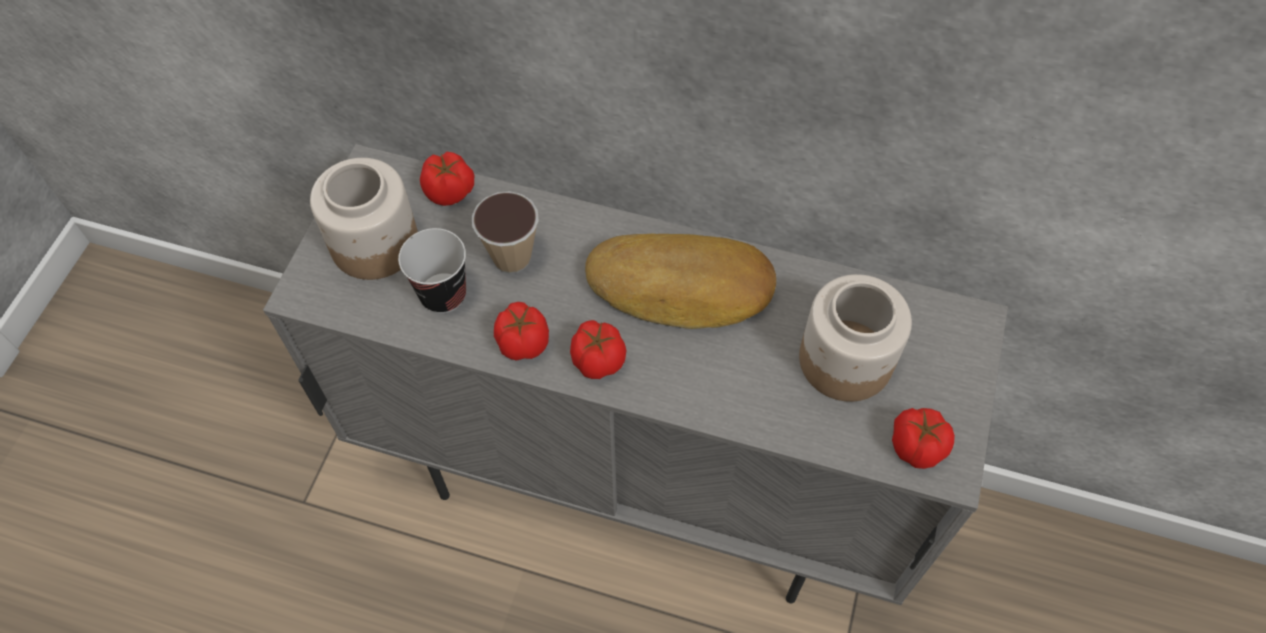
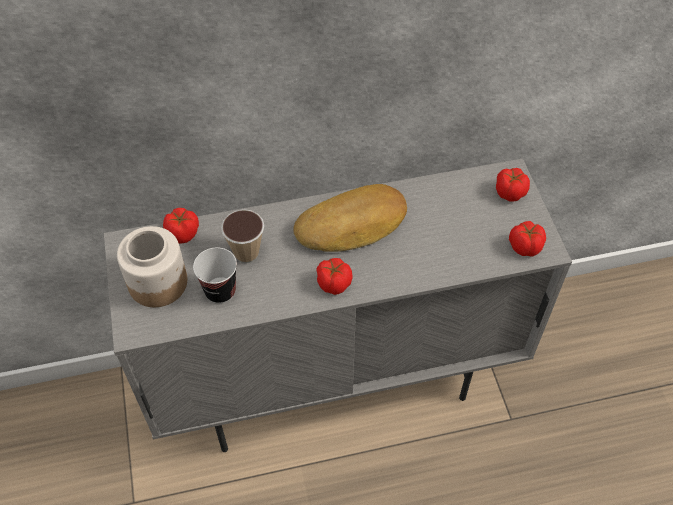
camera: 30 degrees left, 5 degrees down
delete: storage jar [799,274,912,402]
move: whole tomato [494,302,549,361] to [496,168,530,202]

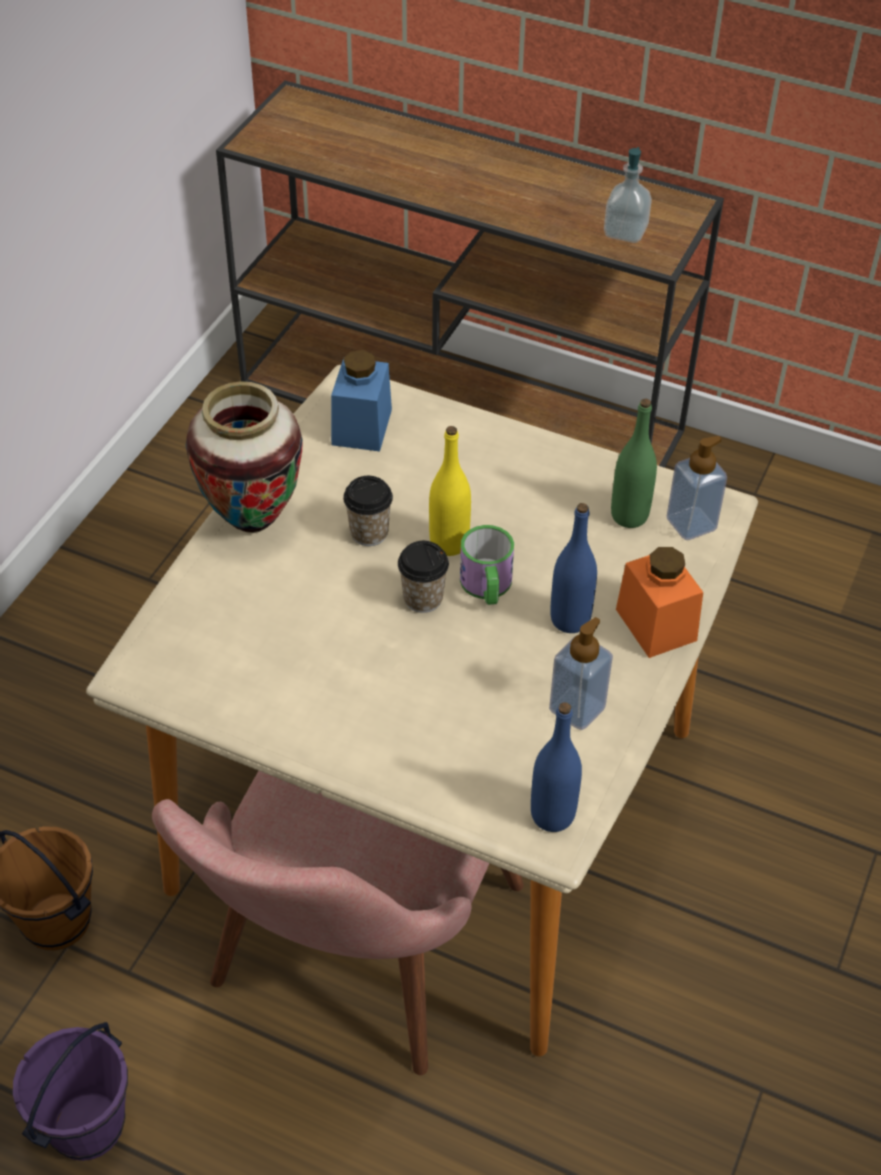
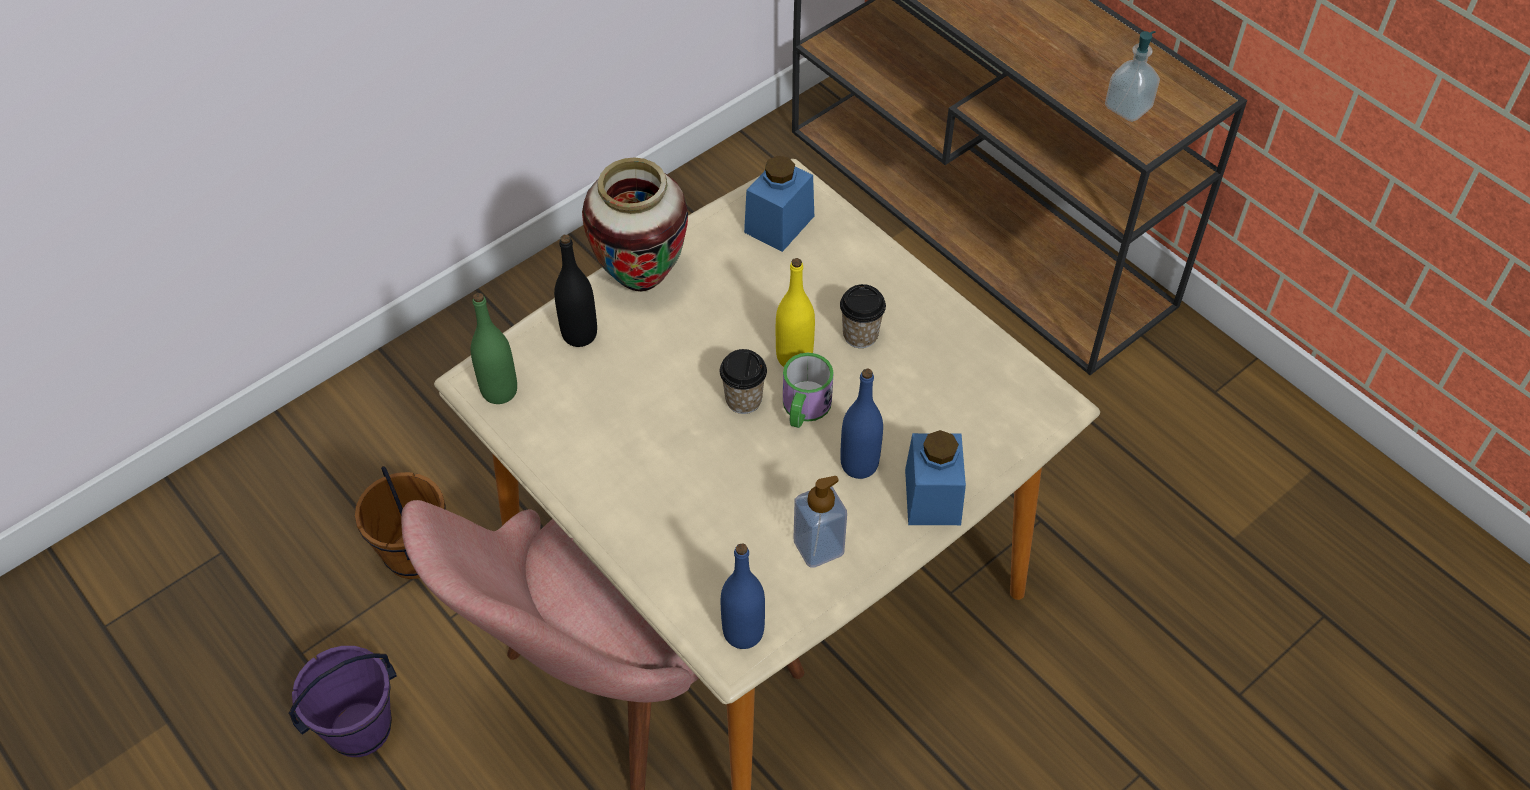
camera: 25 degrees right, 5 degrees up
delete: liquid soap bottle [667,436,727,540]
insert: black-coloured beverage bottle [554,235,597,347]
move: greenish beverage bottle [611,399,657,528] to [471,293,517,404]; cup [343,476,393,546] to [840,284,886,348]
recolor: orangey storage jar [616,547,703,658] to bluish storage jar [905,430,966,525]

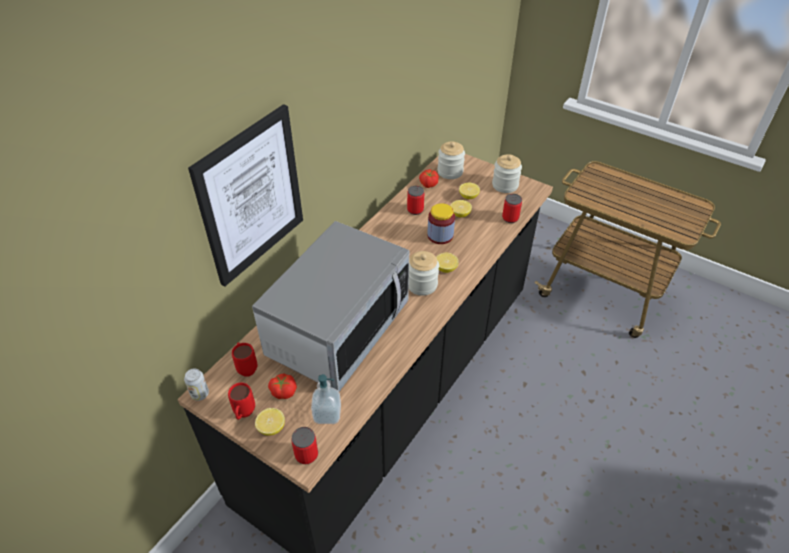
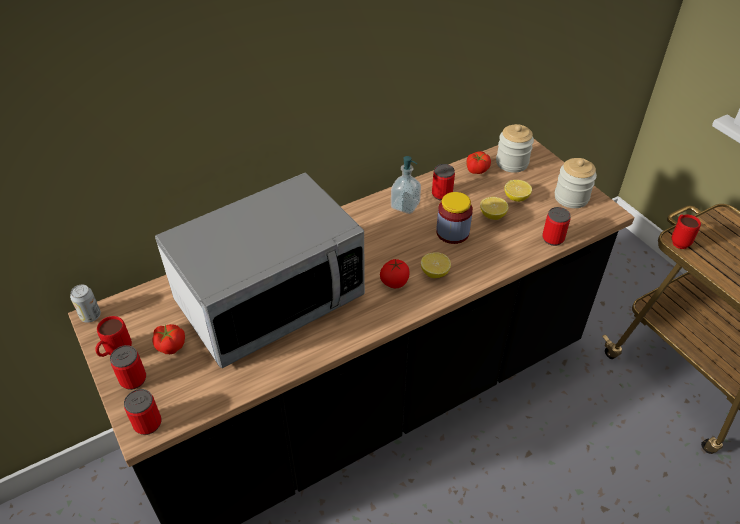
camera: 25 degrees right, 0 degrees up
delete: wall art [188,104,303,287]
move: liquid soap bottle [311,374,341,424] to [391,156,421,214]; reddish mug [232,342,257,377] to [672,214,701,249]
replace: citrus fruit [255,408,285,436] to can [110,345,146,390]; storage jar [409,251,439,296] to whole tomato [380,259,409,288]

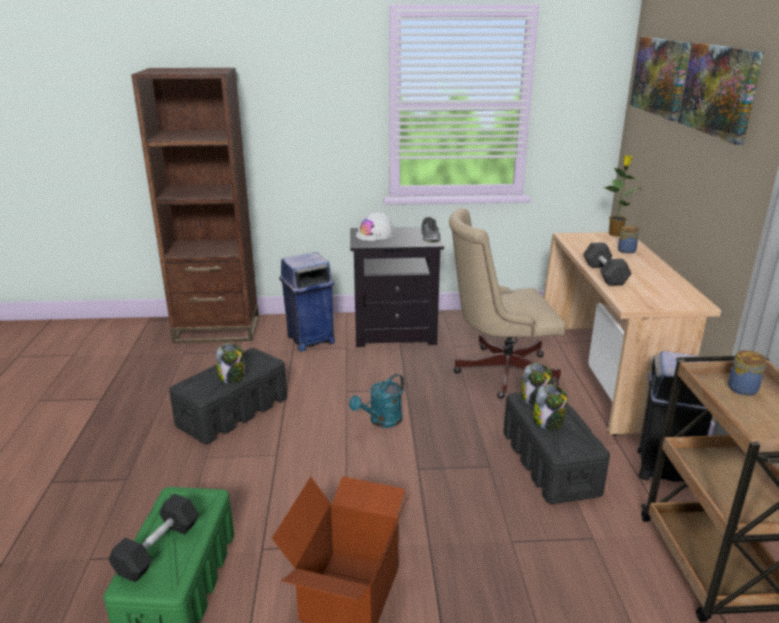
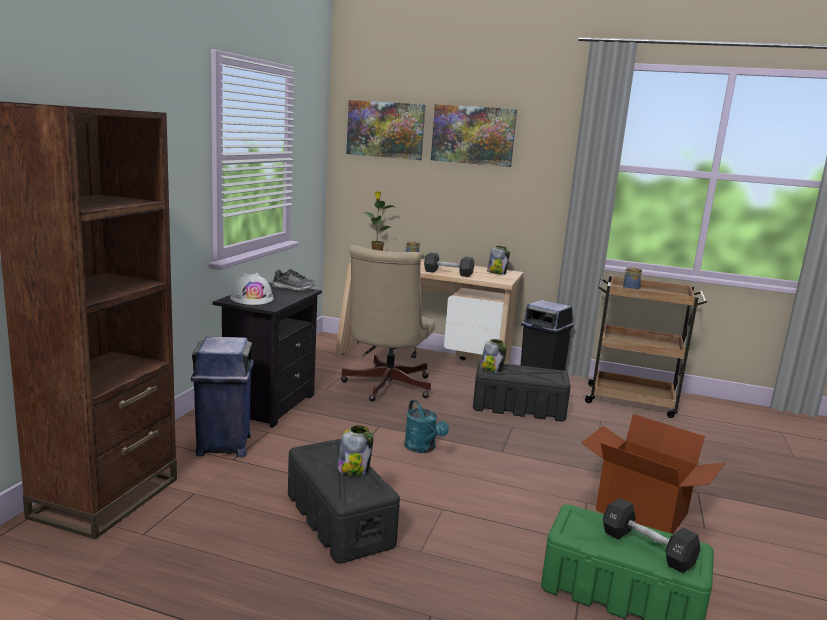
camera: 70 degrees left, 10 degrees down
move: storage jar [533,384,568,430] to [487,246,510,275]

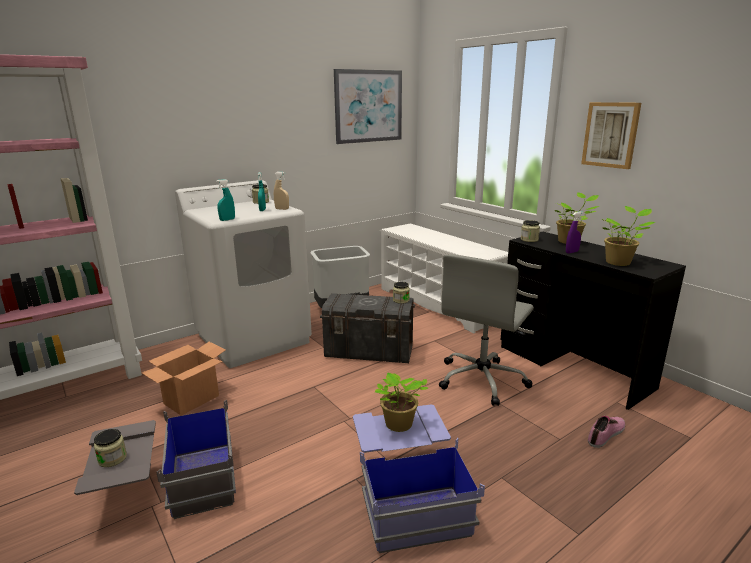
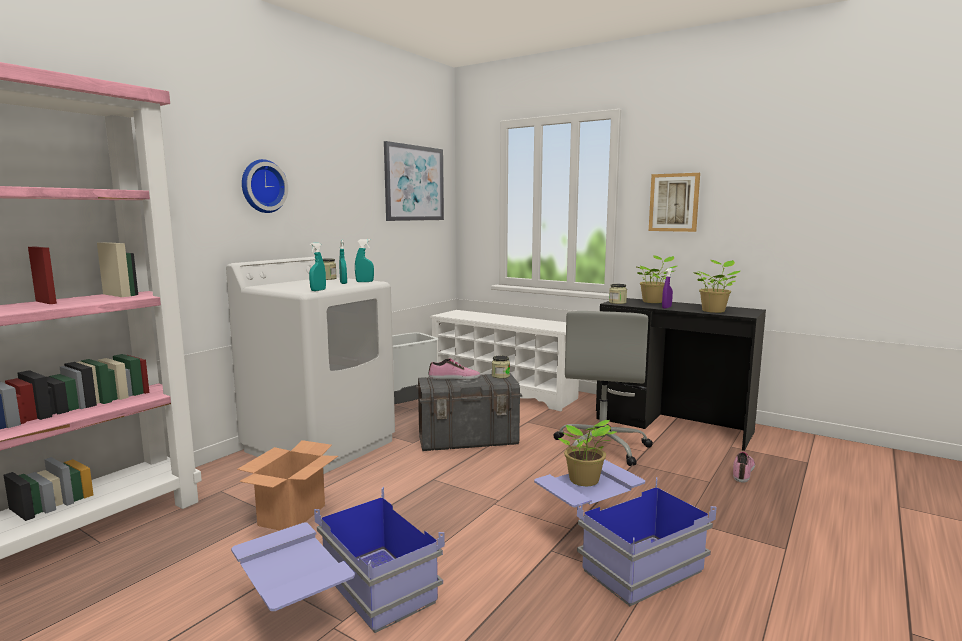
camera: 20 degrees left, 10 degrees down
delete: storage jar [94,429,127,467]
insert: wall clock [242,159,288,213]; shoe [428,359,480,380]
recolor: greyish storage bin [74,400,236,519] to bluish storage bin [231,487,445,633]; beige-coloured spray bottle [274,172,289,210] to turquoise-coloured spray bottle [355,239,374,282]

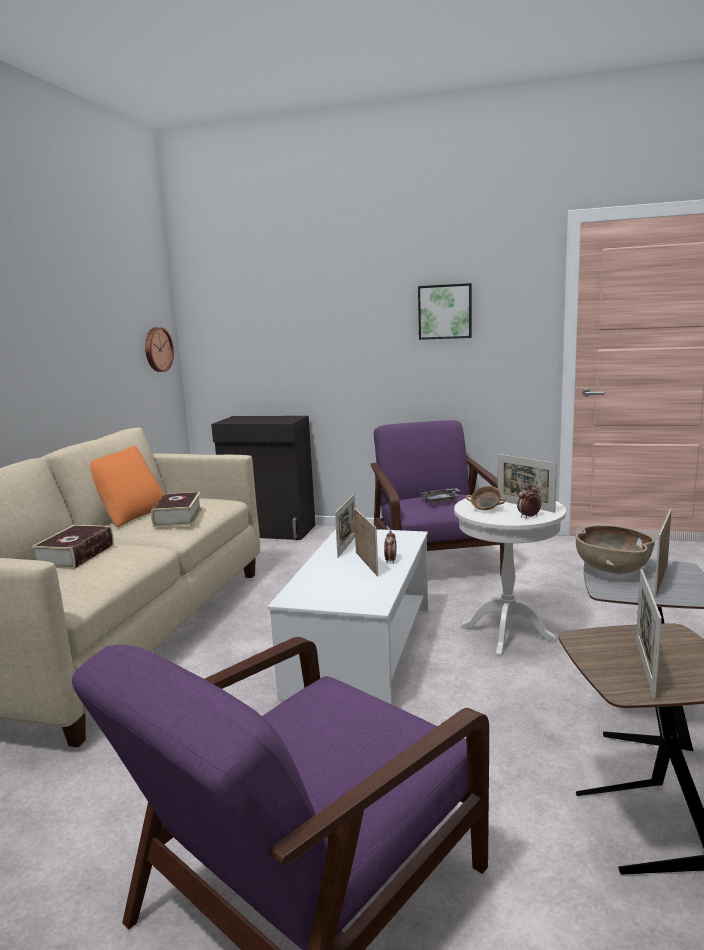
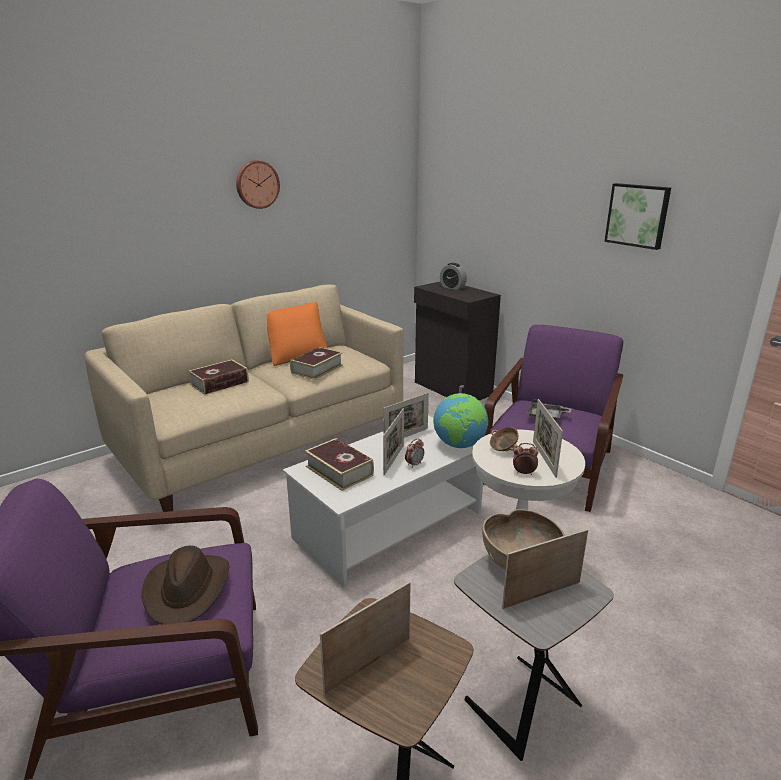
camera: 35 degrees right, 10 degrees up
insert: brownish clothing hat [141,546,230,625]; volume [305,438,374,491]; world globe [433,393,488,448]; table clock [440,263,467,290]
move: wall clock [145,327,174,372] to [236,161,280,209]

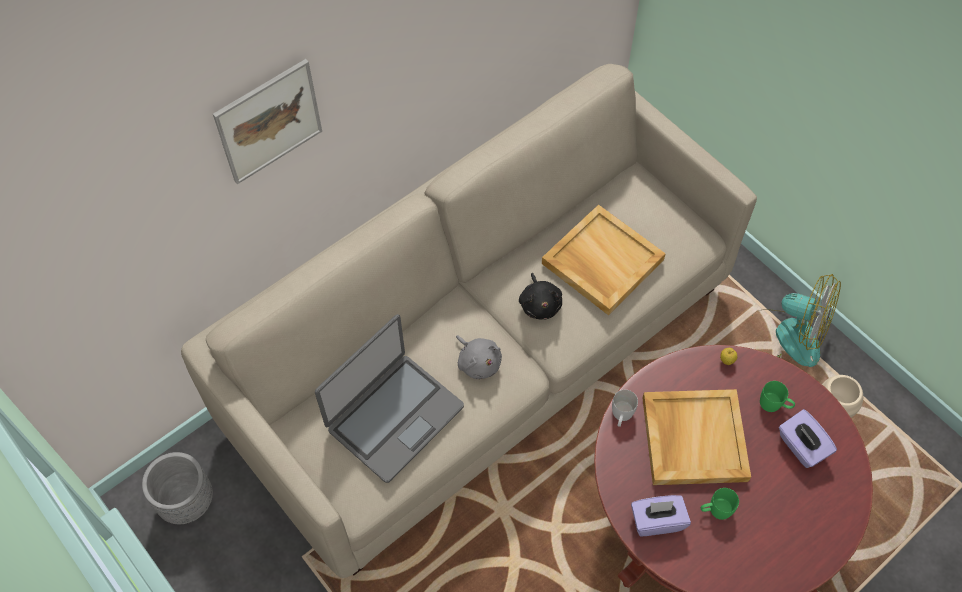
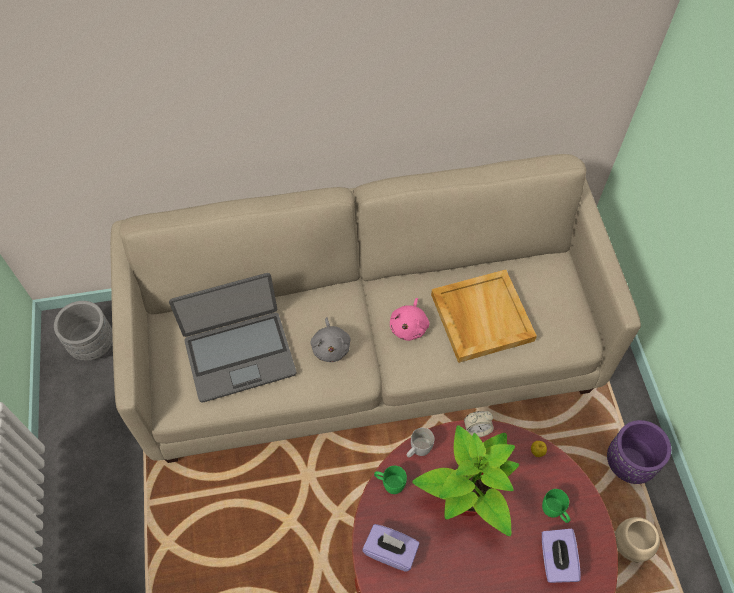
camera: 30 degrees right, 0 degrees up
delete: wall art [213,59,322,184]
insert: table clock [464,411,494,437]
move: greenish mug [701,488,739,520] to [374,466,407,494]
replace: beige-coloured serving tray [642,389,751,485] to houseplant [412,425,519,536]; electric fan [753,274,841,367] to purple-coloured plant pot [607,420,671,484]
recolor: black-coloured cuddly toy [519,273,562,320] to pink-coloured cuddly toy [390,298,429,341]

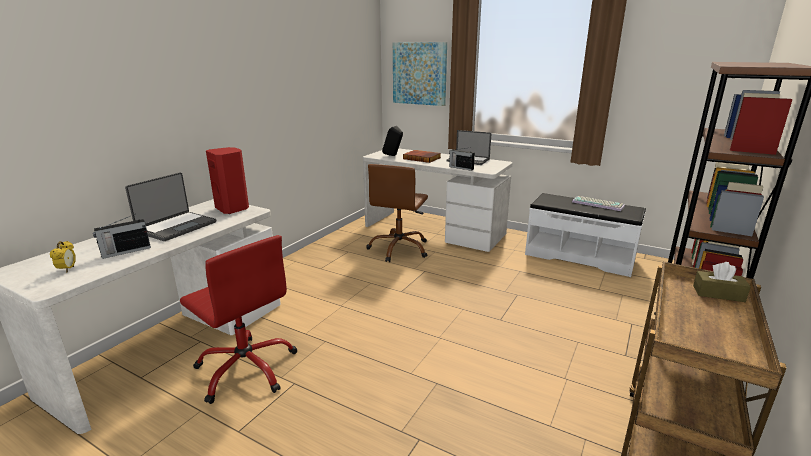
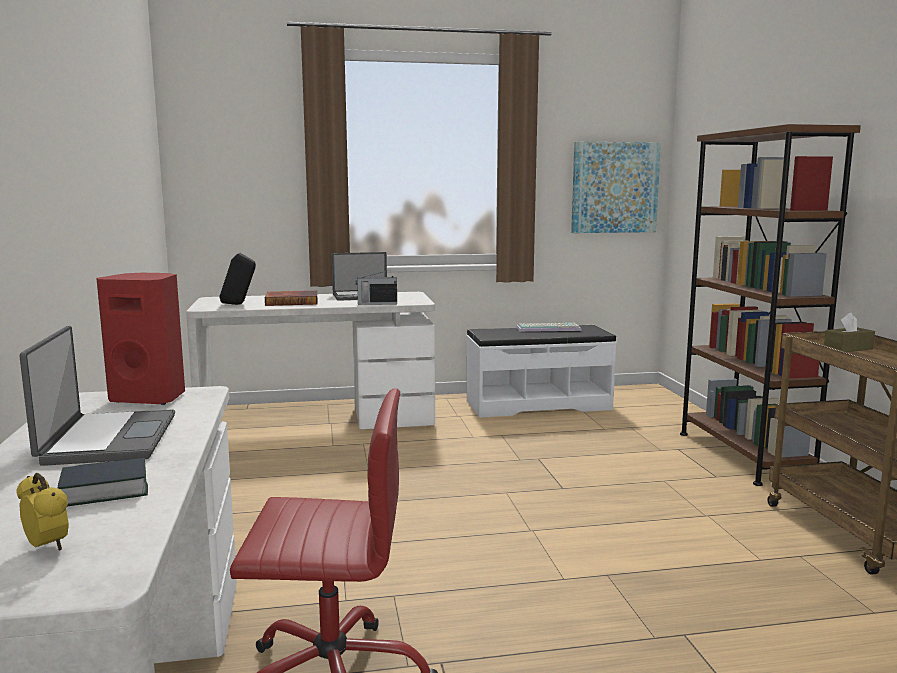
camera: 40 degrees left, 10 degrees down
delete: brownish desk chair [366,164,428,262]
move: wall art [393,42,447,106] to [571,142,661,233]
replace: radio [93,214,151,259] to volume [58,458,148,506]

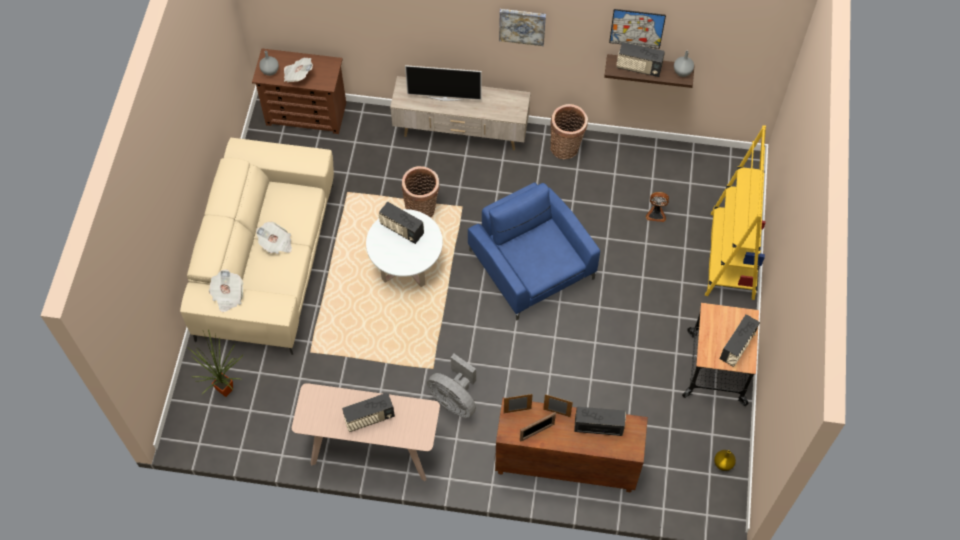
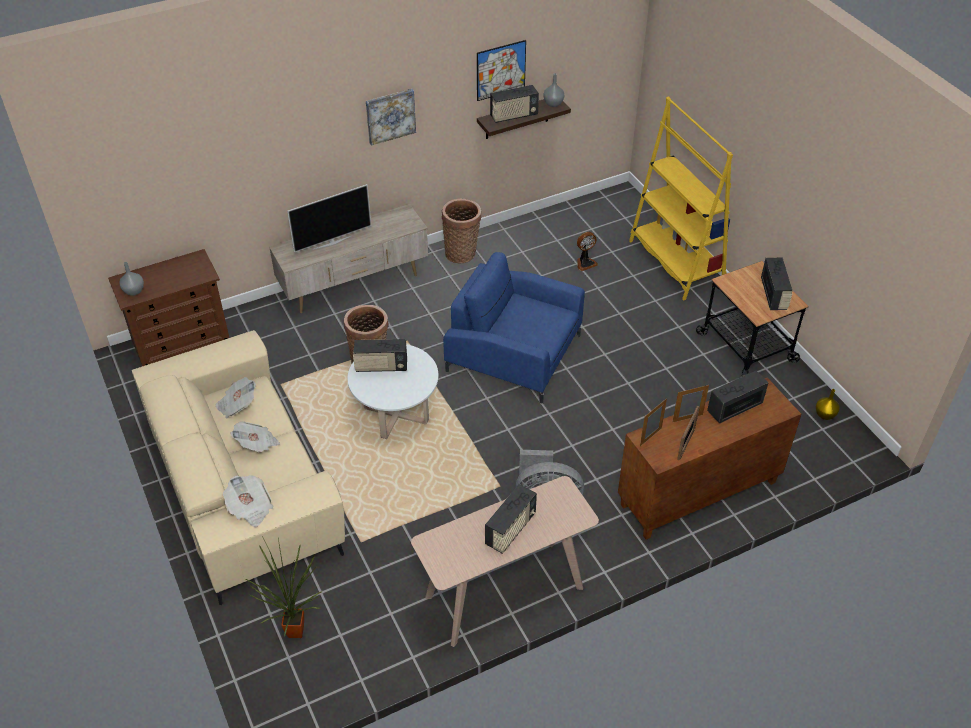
camera: 35 degrees left, 15 degrees down
move: printed paper [284,58,313,82] to [215,377,256,418]

